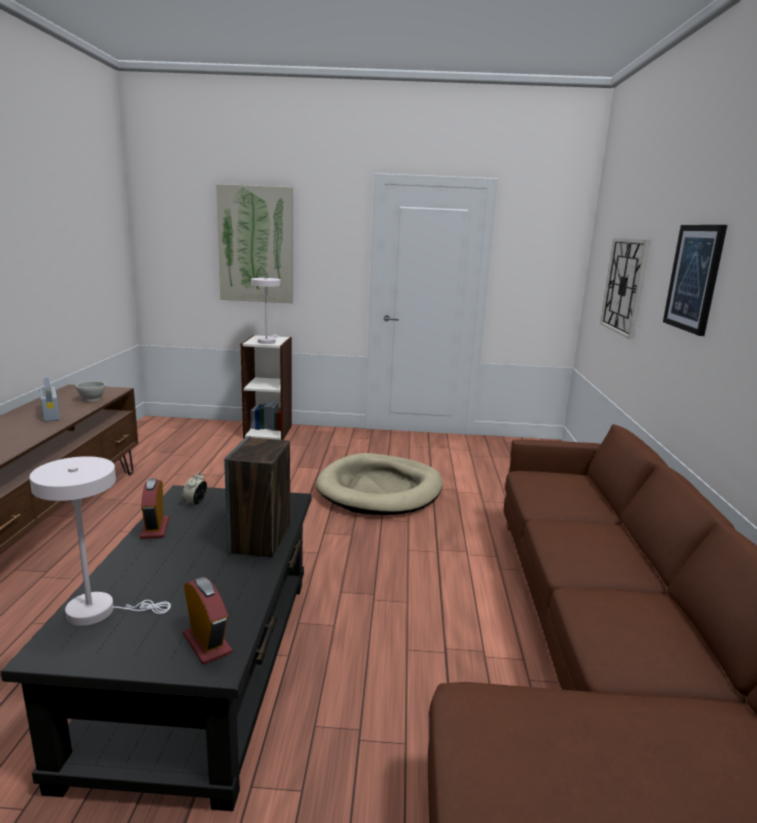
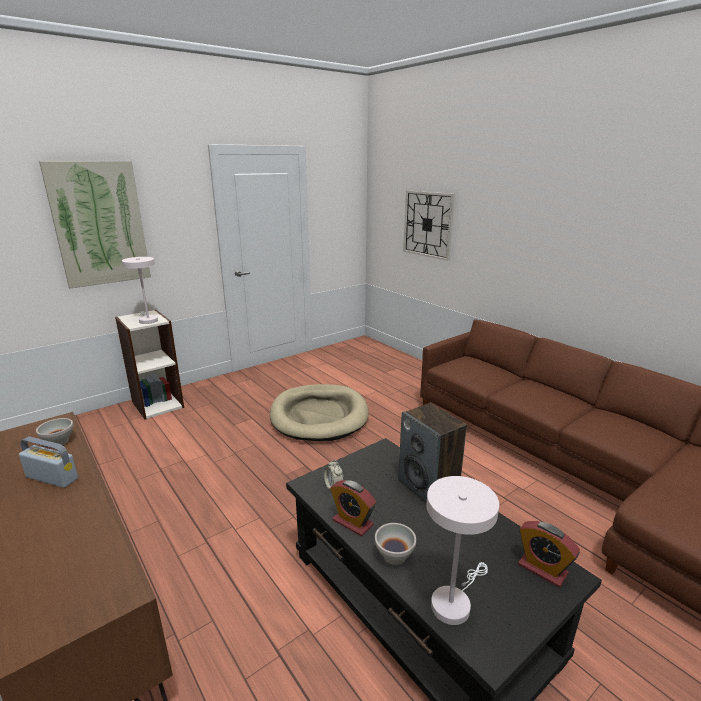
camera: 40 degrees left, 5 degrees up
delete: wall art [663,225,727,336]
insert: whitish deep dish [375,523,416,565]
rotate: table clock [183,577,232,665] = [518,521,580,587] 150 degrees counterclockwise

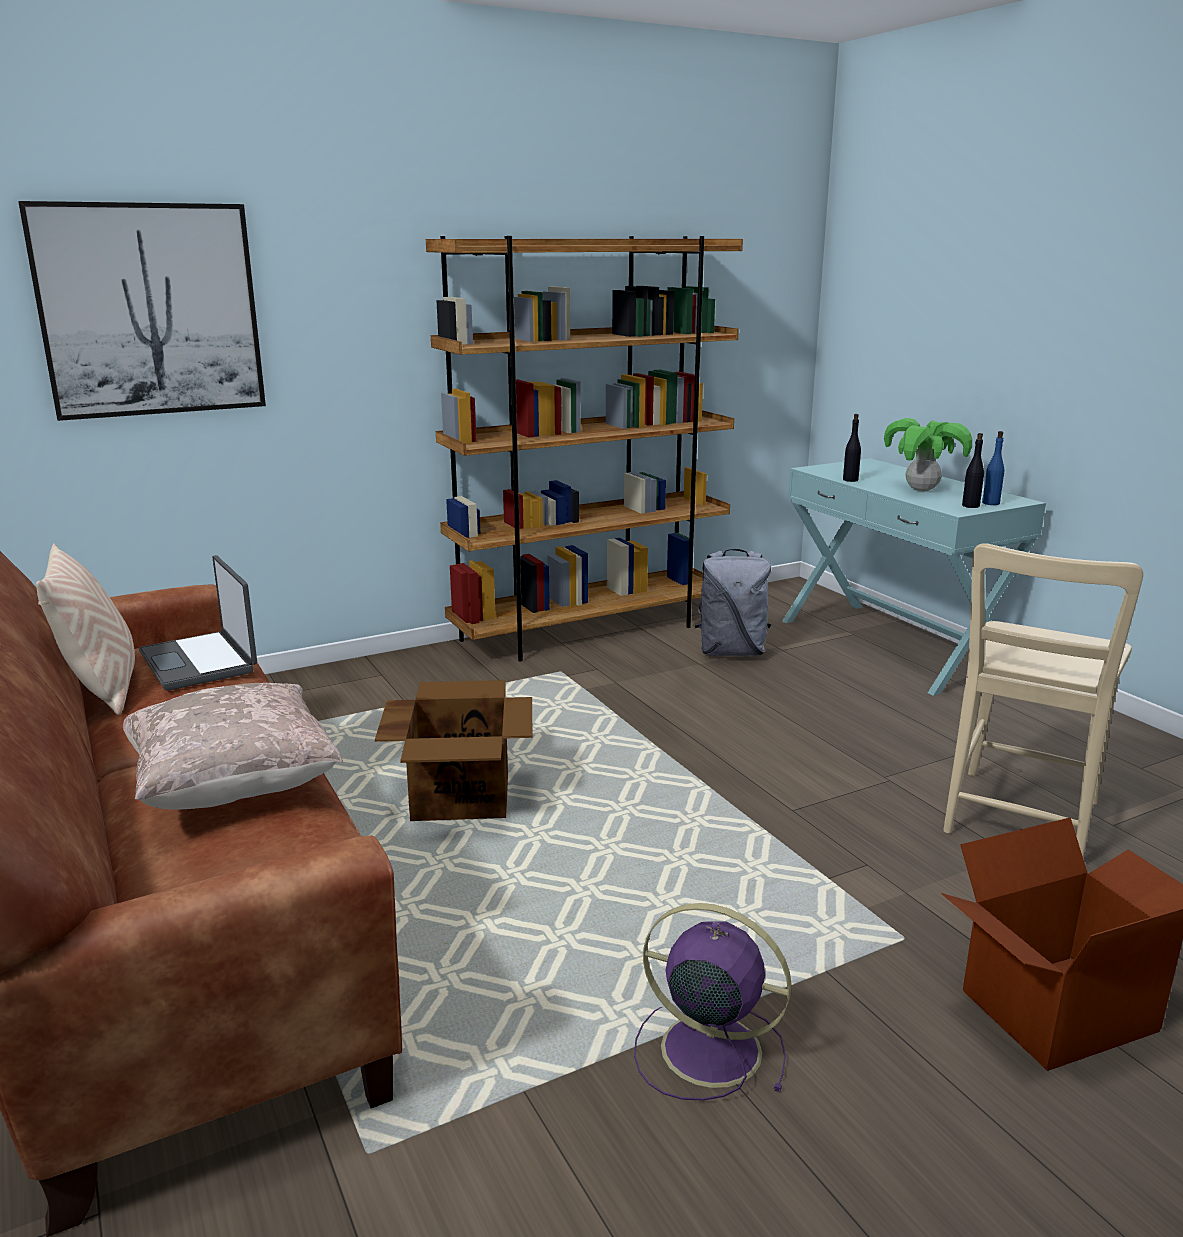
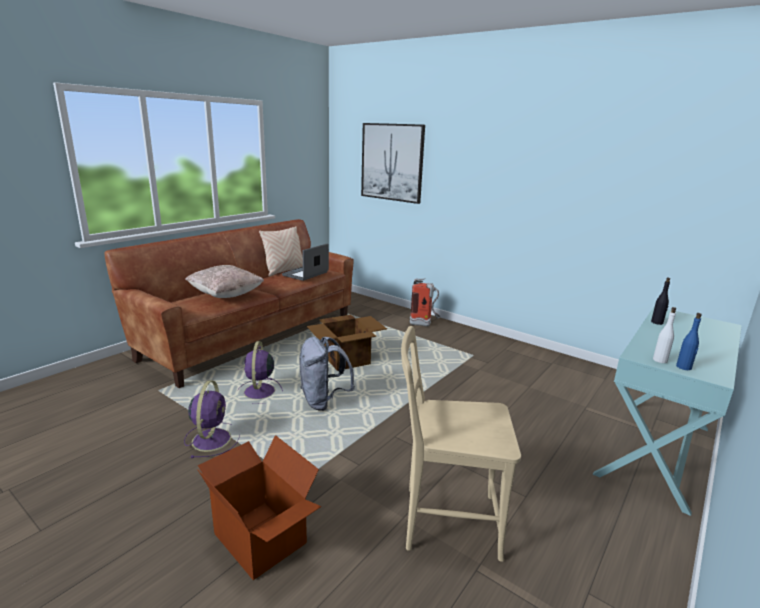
camera: 65 degrees right, 0 degrees up
delete: brownish bookshelf [426,236,743,662]; houseplant [884,418,972,492]
insert: purple-coloured electric fan [243,341,283,404]; extinguisher [410,278,440,326]
move: greyish rucksack [695,549,771,656] to [299,337,355,411]
recolor: black-coloured beverage bottle [962,433,984,508] to whitish beverage bottle [653,307,676,363]

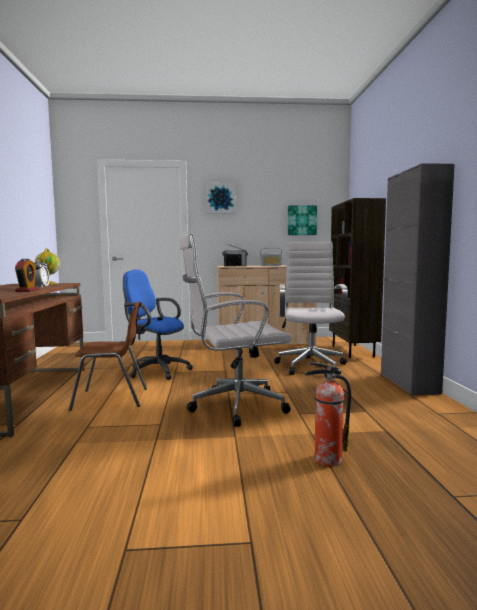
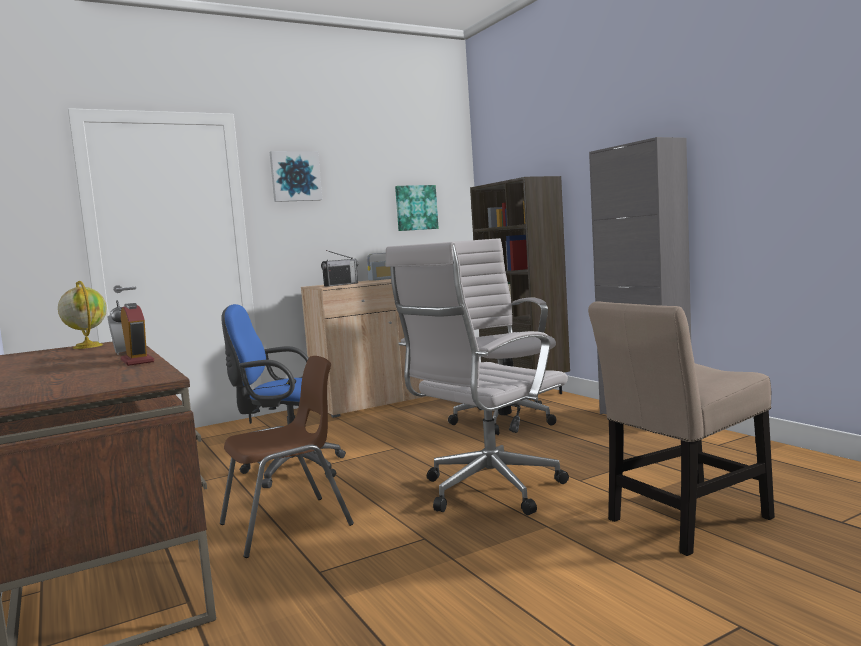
camera: 25 degrees left, 0 degrees up
replace: extinguisher [304,362,351,466] to beige-coloured upright chair [588,301,775,556]

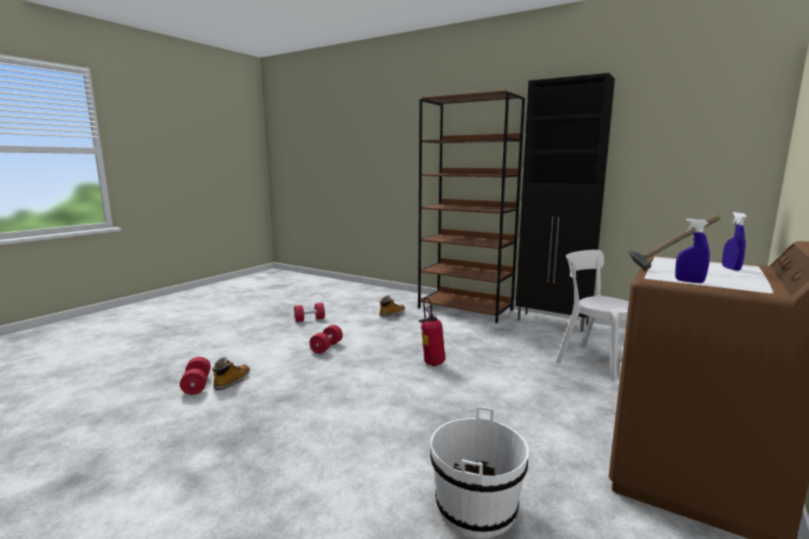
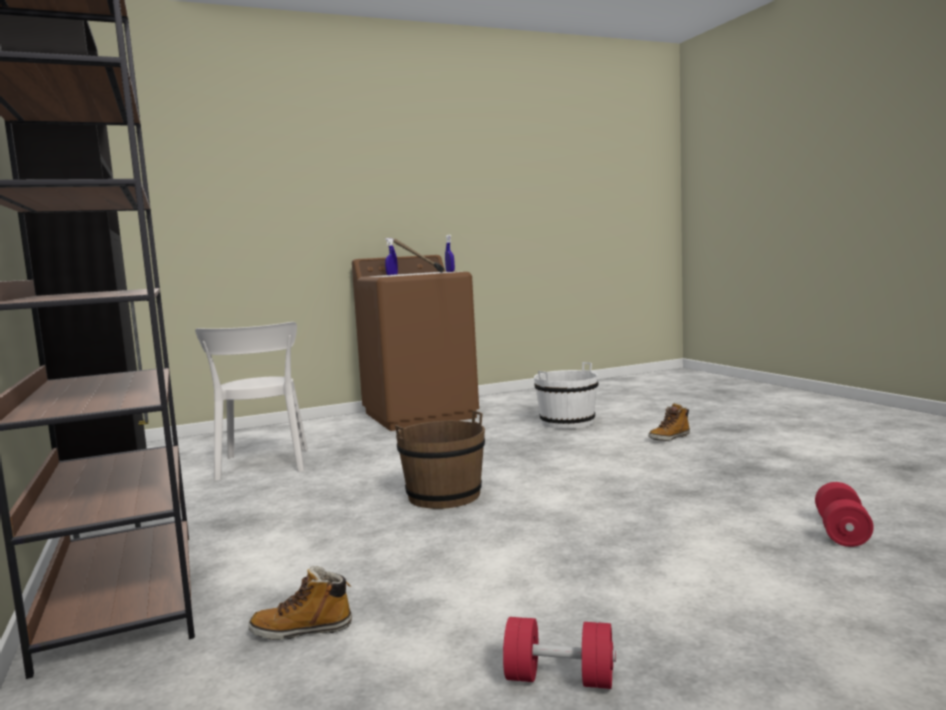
camera: 145 degrees left, 5 degrees down
delete: reddish dumbbell [309,325,343,354]
move: tall boot [212,357,250,390] to [648,403,690,441]
replace: extinguisher [418,297,446,366] to brownish water bucket [395,411,485,509]

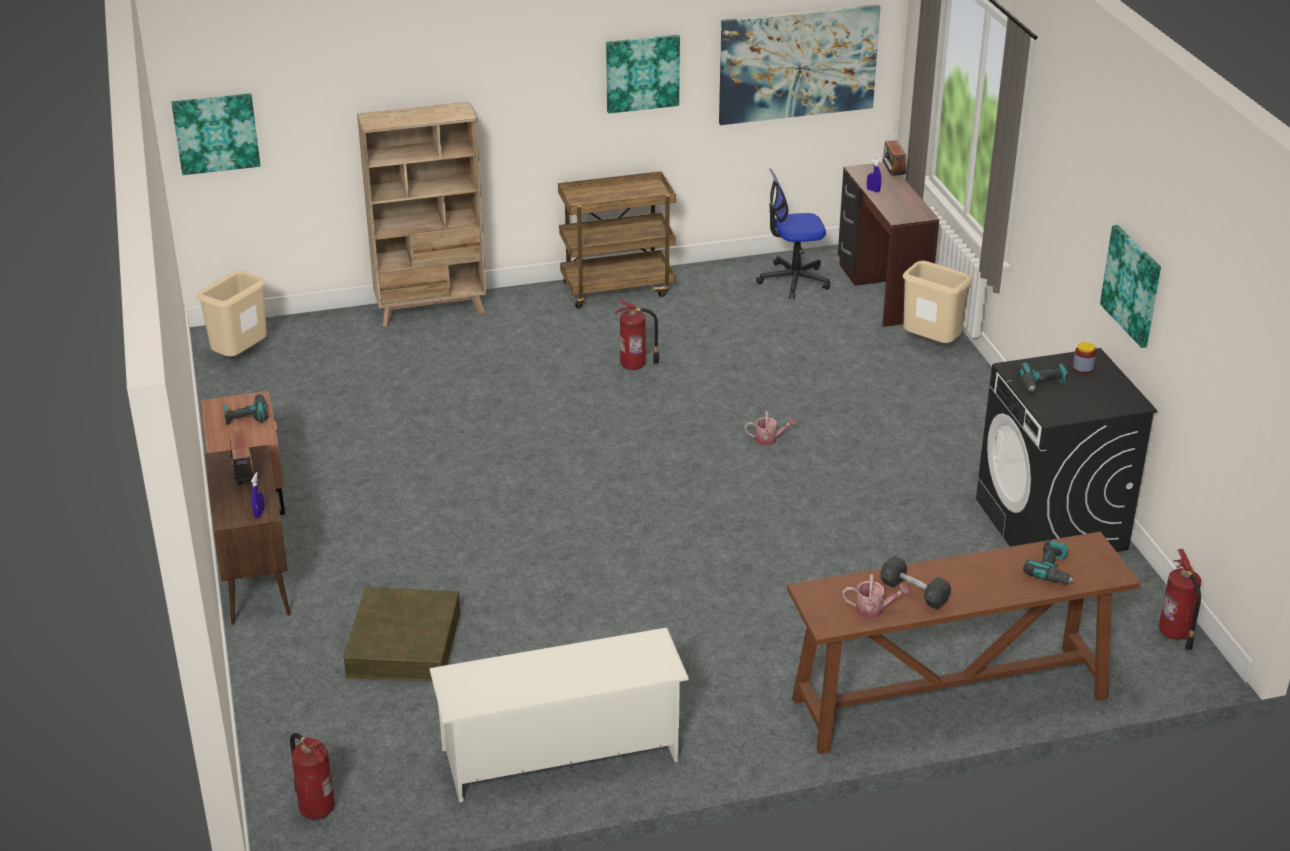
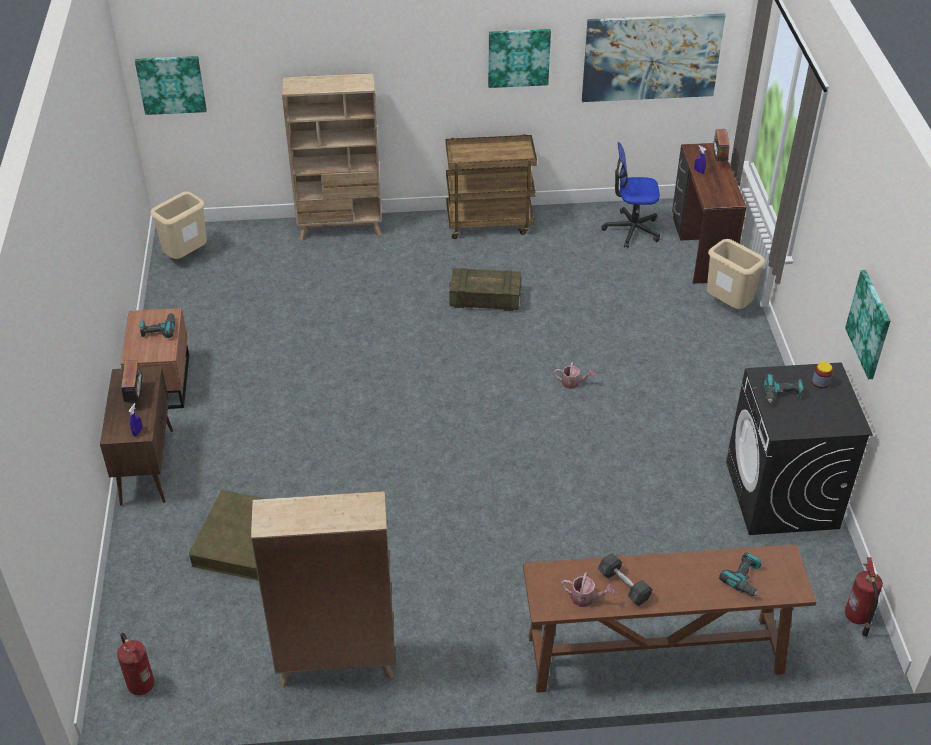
camera: 10 degrees right, 10 degrees up
replace: whitish shoe shelf [429,628,689,802] to beige-coloured bookshelf [251,491,396,688]; extinguisher [615,300,659,370] to shipping crate [449,268,521,311]

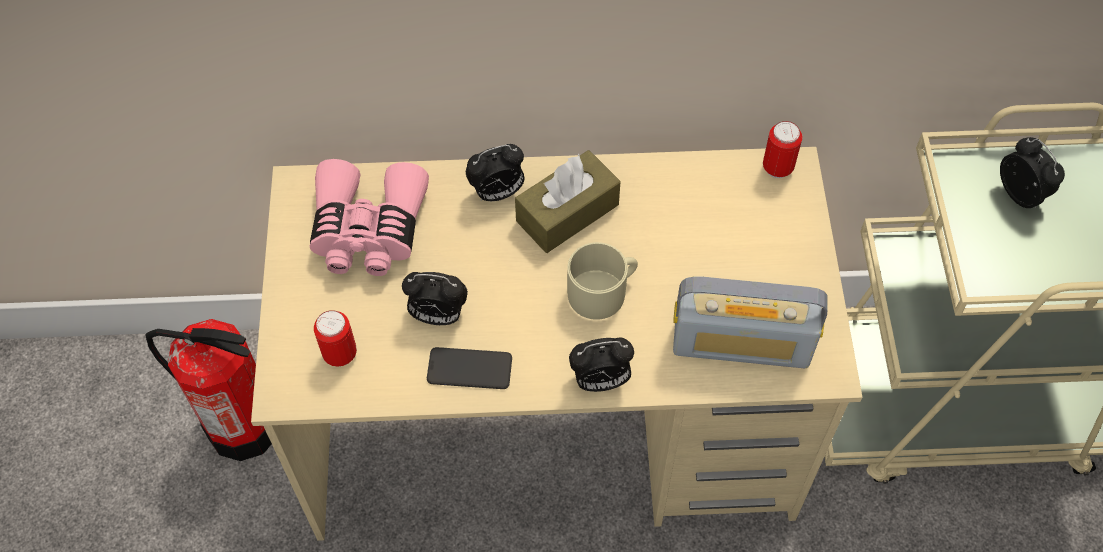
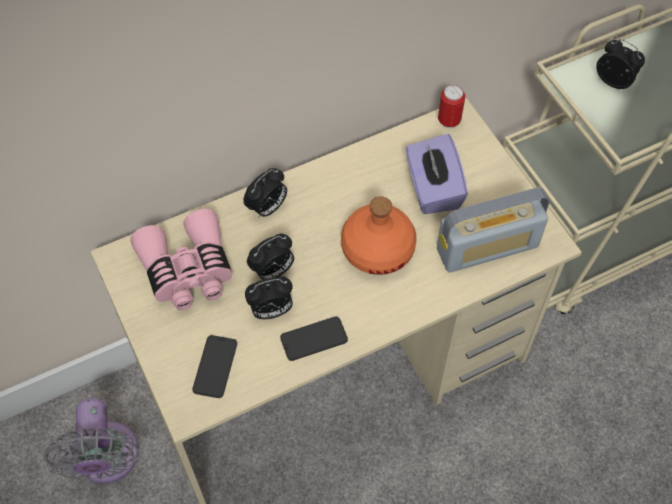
camera: 25 degrees left, 0 degrees up
delete: brownish box of tissues [515,150,621,253]
insert: purple-coloured box of tissues [406,134,468,214]
move: table clock [569,338,634,392] to [247,234,294,280]
replace: extinguisher [145,319,272,461] to greyish electric fan [43,399,139,483]; can [314,310,357,367] to telephone [192,335,237,398]; beige-coloured mug [567,242,638,320] to orangey beverage bottle [341,196,417,275]

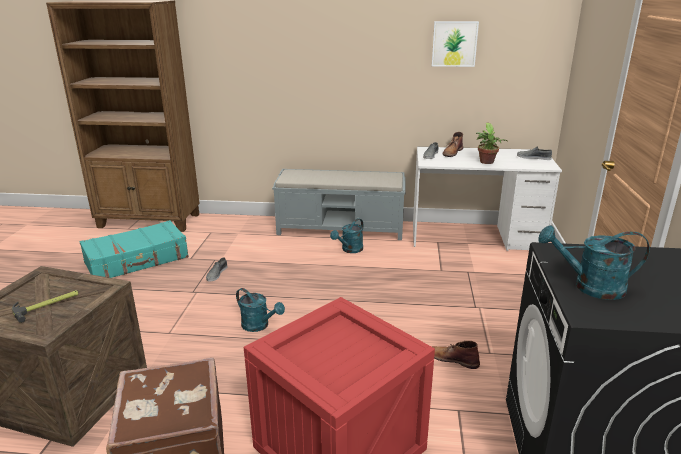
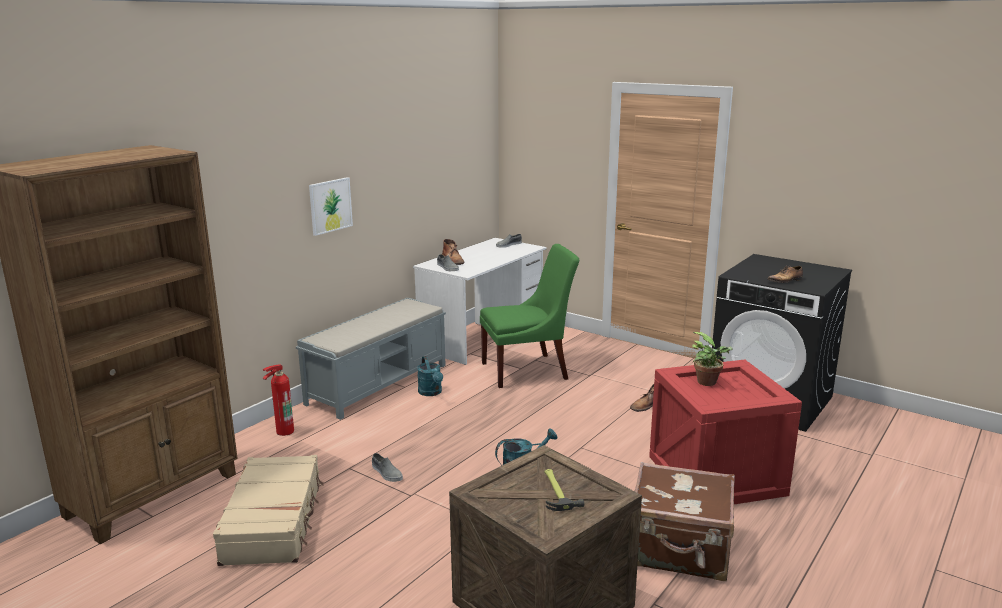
camera: 60 degrees left, 5 degrees down
insert: extinguisher [263,364,294,436]; greenish upright chair [480,244,579,388]
move: wall art [432,21,479,67] to [309,177,353,236]; houseplant [476,123,508,164] to [692,332,733,386]
replace: turquoise-coloured watering pot [538,225,650,300] to shoe [768,265,803,283]
recolor: turquoise-coloured suitcase [79,220,189,278] to beige-coloured suitcase [213,455,324,566]

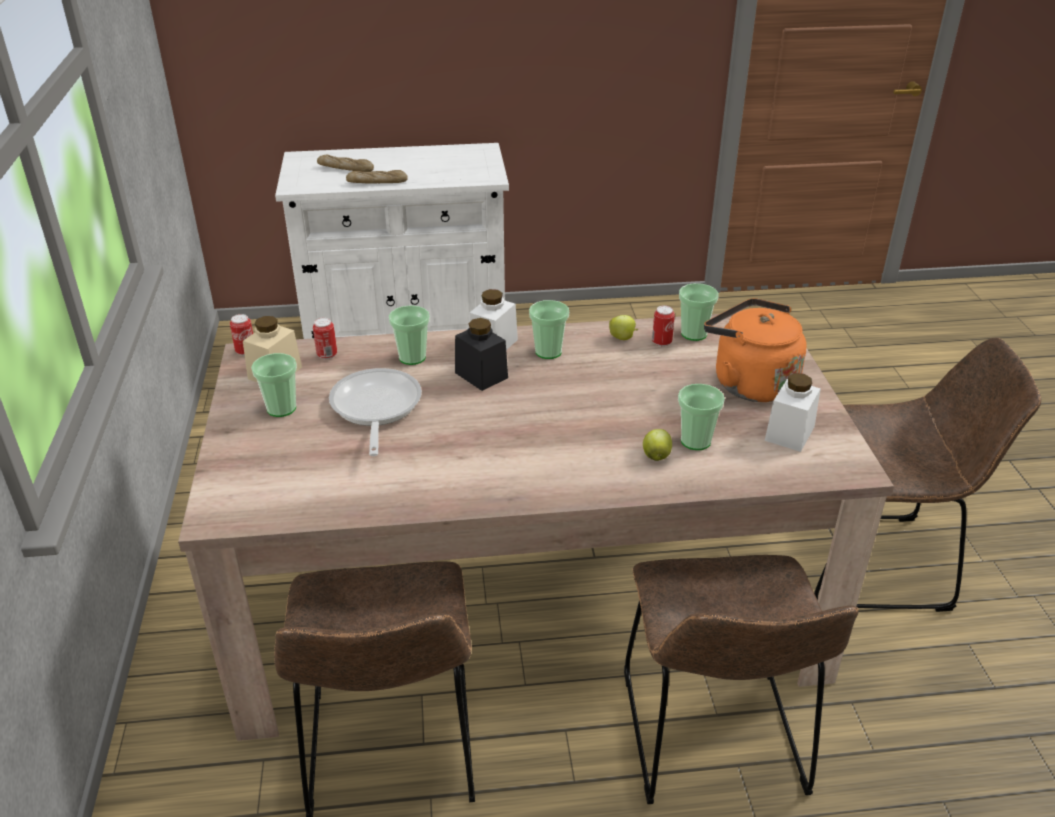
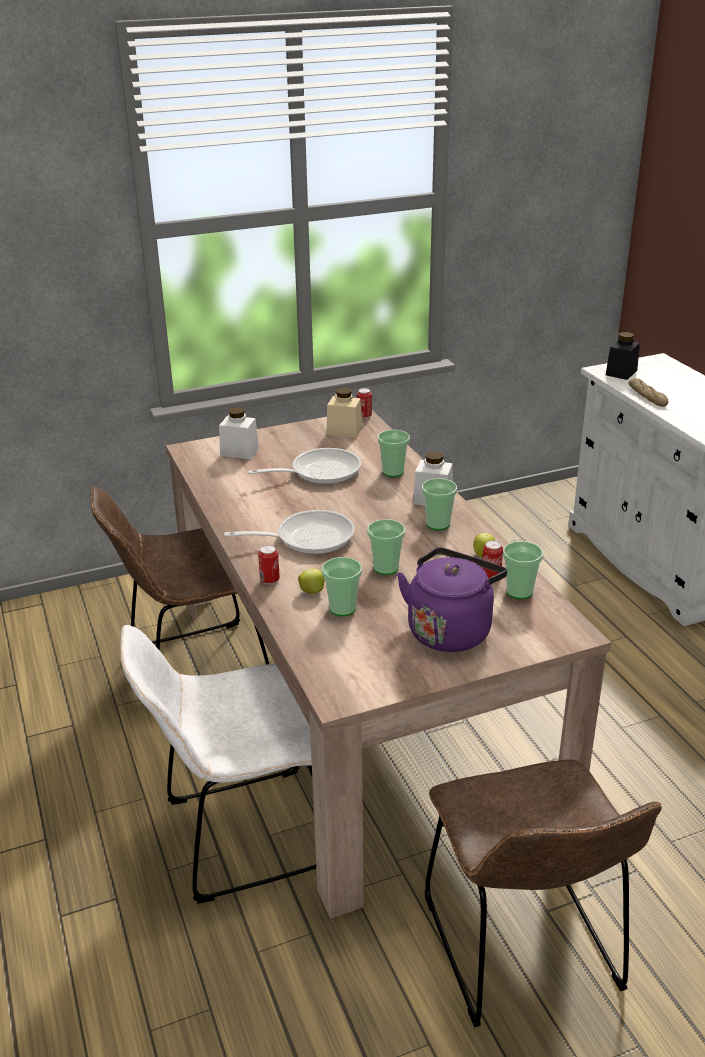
camera: 75 degrees right, 5 degrees down
delete: bakery bread [317,155,374,172]
insert: frying pan [224,510,355,554]
move: whitish storage jar [765,373,821,452] to [219,407,259,459]; can [313,318,337,360] to [258,545,280,585]; cup [251,353,297,417] to [367,519,405,575]; black-coloured storage jar [455,318,508,391] to [606,332,640,380]
recolor: brownish upright chair [624,555,859,804] to whitish upright chair [120,625,316,904]; orangey water kettle [704,298,807,402] to purple-coloured water kettle [397,547,507,652]

